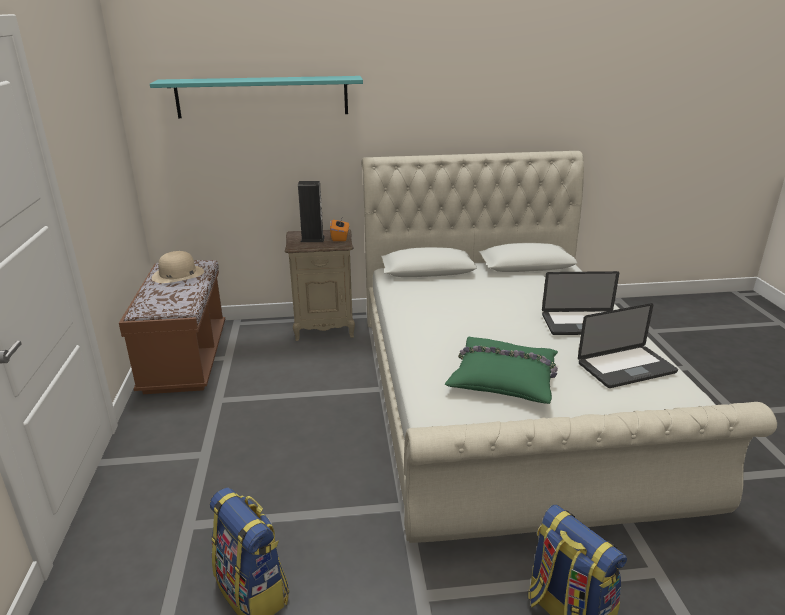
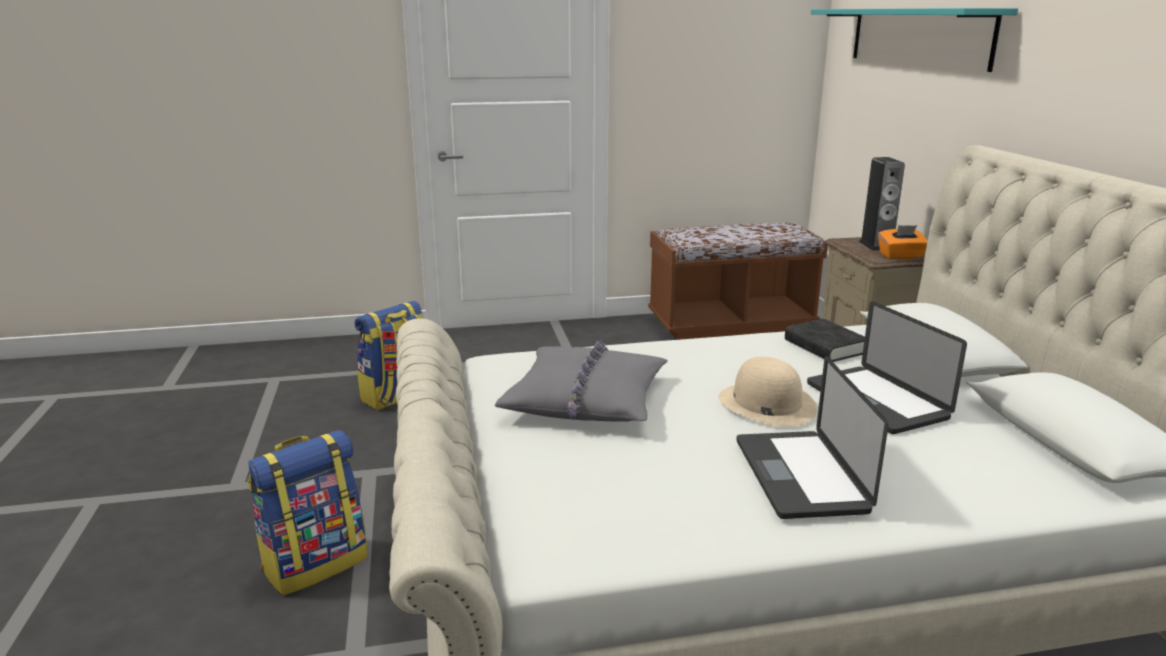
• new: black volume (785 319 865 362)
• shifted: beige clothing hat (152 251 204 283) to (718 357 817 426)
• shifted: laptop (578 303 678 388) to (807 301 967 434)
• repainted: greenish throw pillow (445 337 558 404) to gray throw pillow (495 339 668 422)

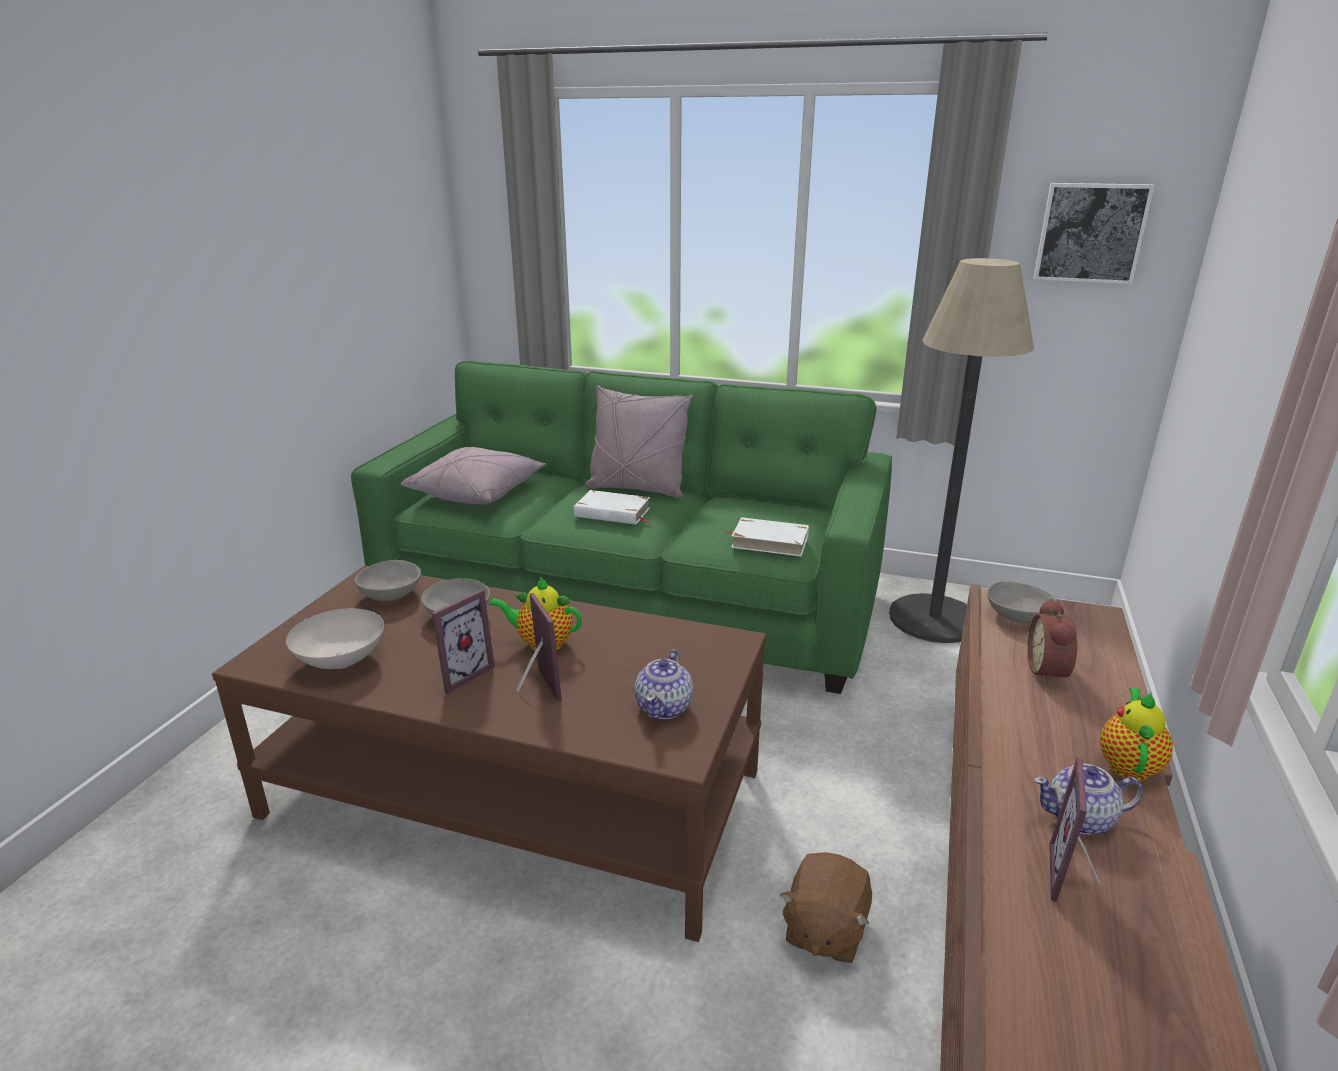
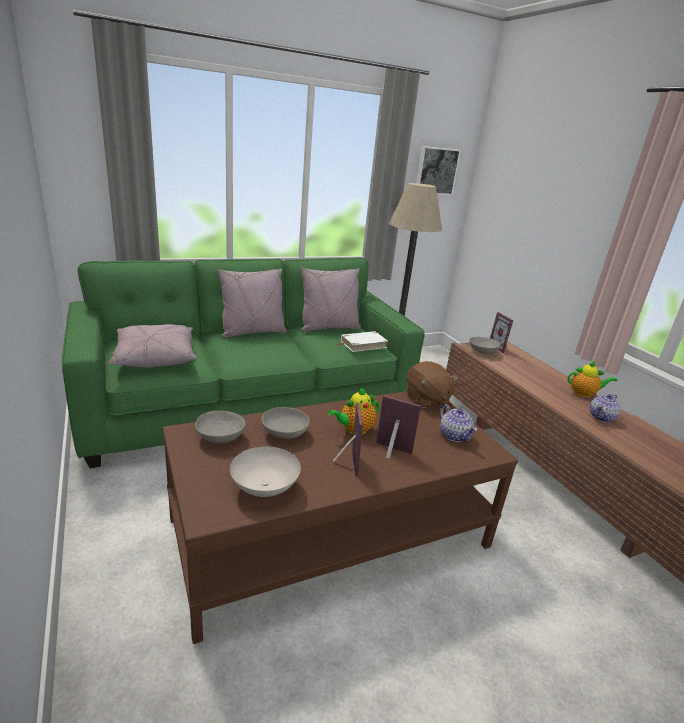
• gone: white-coloured volume (574 490 651 525)
• gone: table clock (1028 598 1077 685)
• new: purple-coloured throw pillow (300 267 361 333)
• shifted: brown-coloured soft toy (780 852 872 963) to (407 361 459 408)
• shifted: picture frame (1049 758 1100 902) to (490 312 513 353)
• rotated: pot for tea (1100 688 1173 781) = (567 361 617 398) 120 degrees clockwise

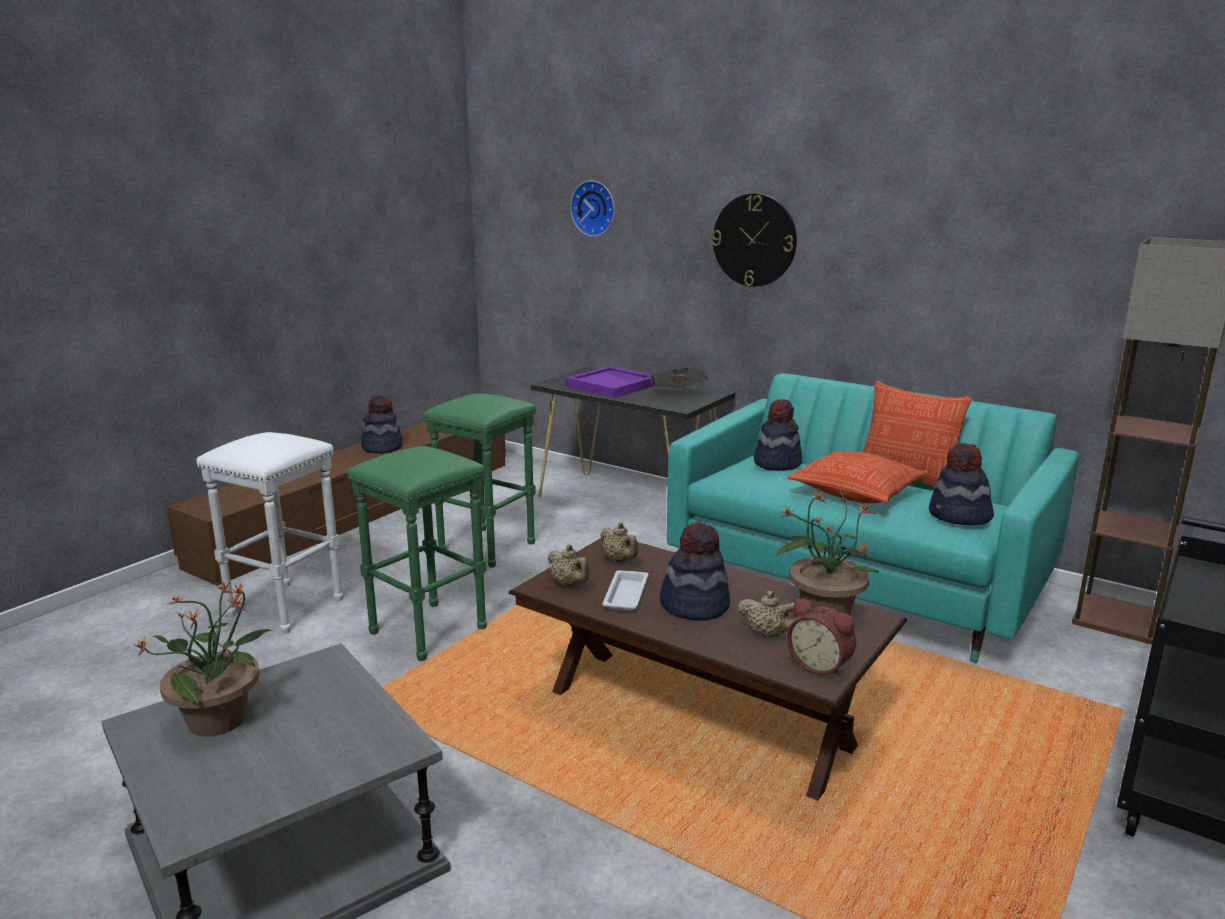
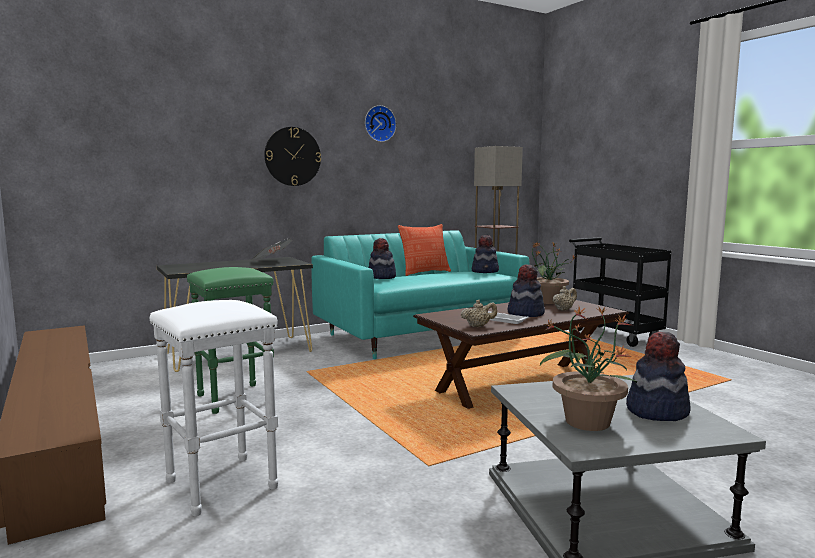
• gone: greenish sitting stool (347 446 487 661)
• gone: purple-coloured carrying tray (566 366 655 398)
• gone: beige pot for tea (601 522 638 562)
• gone: orange-coloured throw pillow (787 450 928 503)
• gone: table clock (787 598 856 678)
• shifted: clothing hat (361 395 403 454) to (626 332 691 421)
• shifted: clock on the wall (570 180 615 237) to (365 105 397 142)

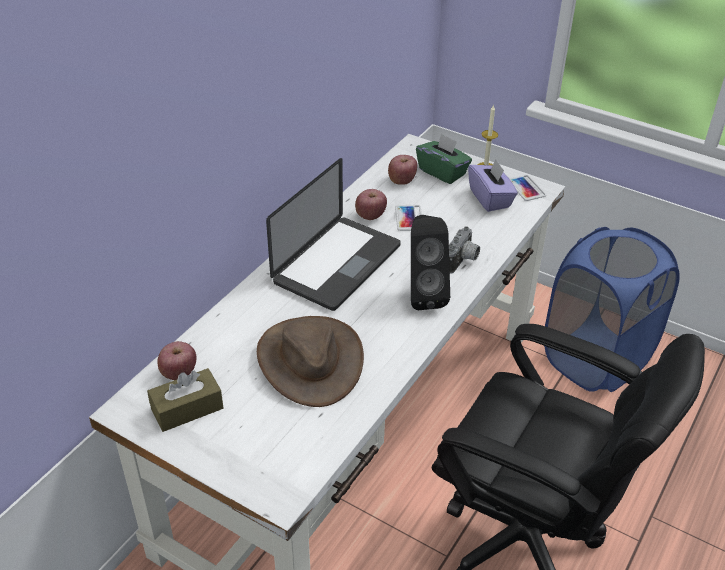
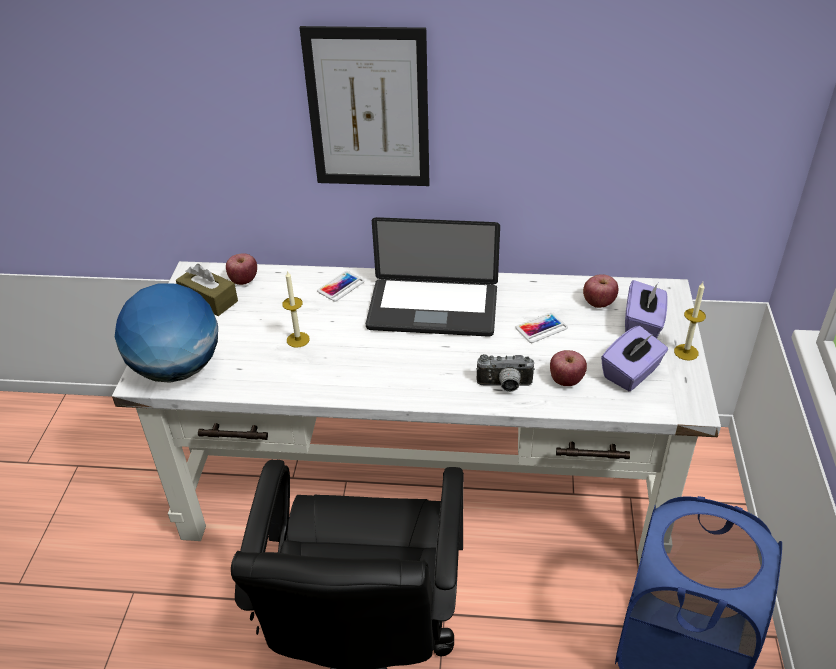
• gone: black loudspeaker (411 215 450 310)
• new: globe (115 283 218 383)
• new: wall art (299 26 430 186)
• shifted: apple fruit (355 189 387 220) to (550 350 587 386)
• shifted: telephone (509 175 547 201) to (317 271 365 301)
• swapped: brown-coloured clothing hat (257 316 364 407) to wax candle (282 270 310 348)
• repainted: greenish tissue box (416 133 472 184) to purple-coloured tissue box (625 280 668 338)

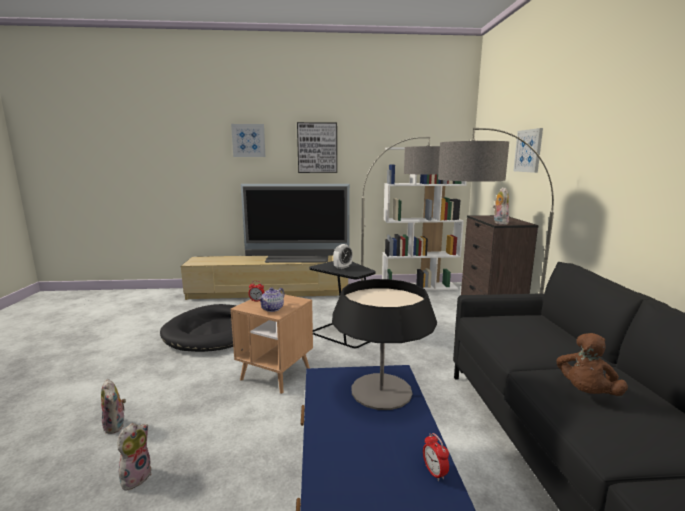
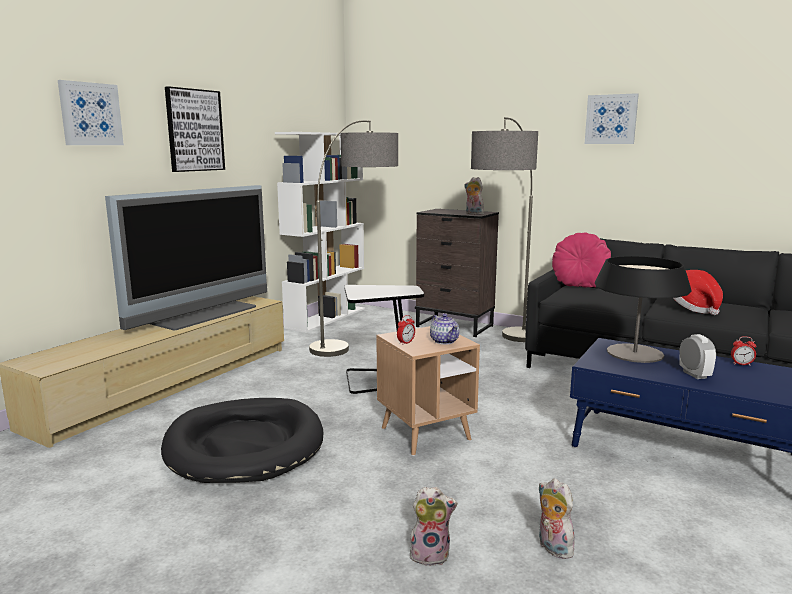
• new: pink throw pillow (552 233 611 288)
• shifted: table clock (333 244 353 269) to (679 334 716 379)
• shifted: wall art (514 128 543 173) to (585 93 639 144)
• swapped: brown-coloured soft toy (557 333 628 396) to clothing hat (673 270 723 315)

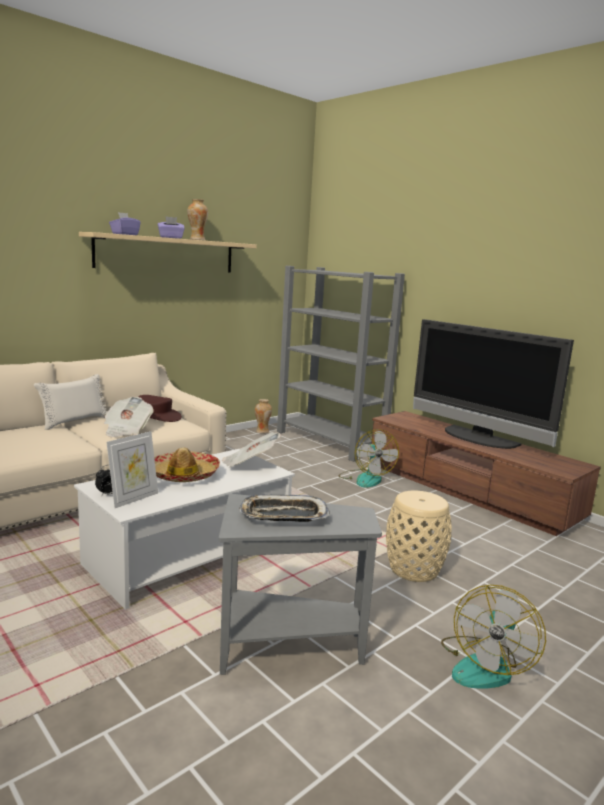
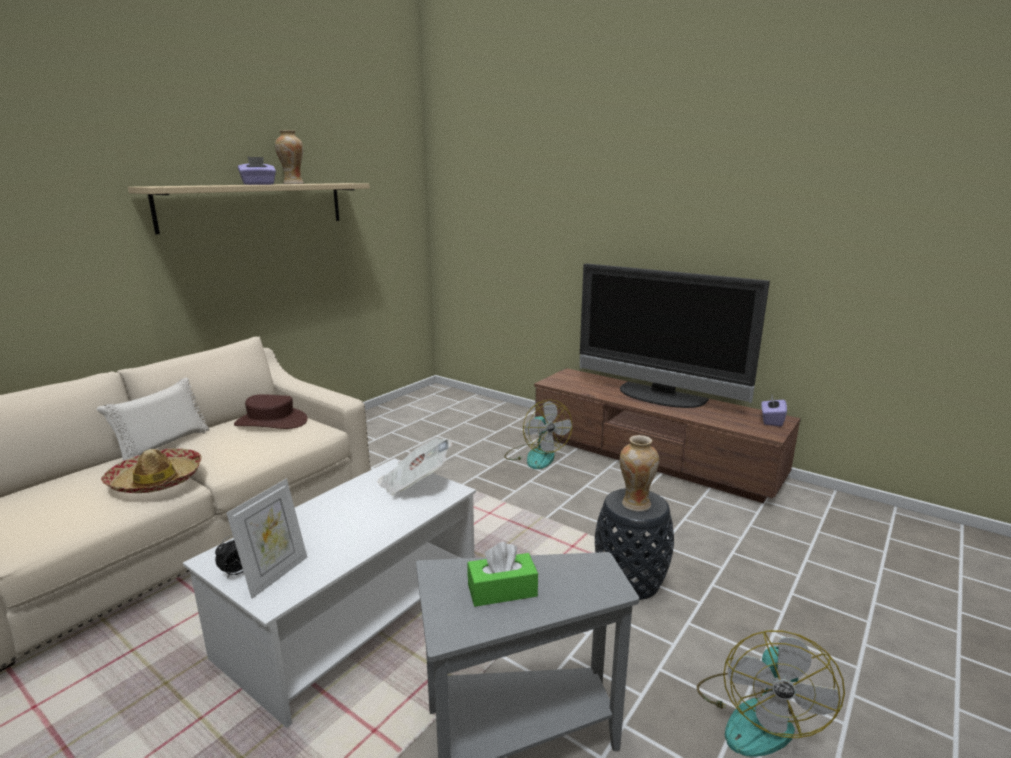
• gone: daily paper (104 397 154 437)
• gone: gray shelving unit (277 266 405 462)
• shifted: purple-coloured tissue box (109 212 141 235) to (761 395 787 427)
• shifted: clothing hat (154 447 220 482) to (101 448 202 493)
• shifted: vase (255 399 272 434) to (620 435 659 511)
• swapped: carrying tray (239 495 330 522) to greenish tissue box (467 542 538 607)
• repainted: beige sitting stool (386 490 452 582) to black sitting stool (595 488 674 600)

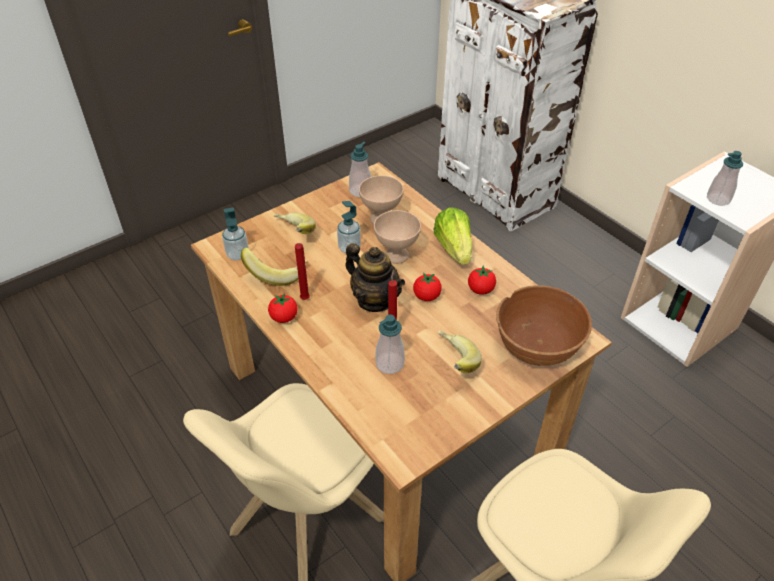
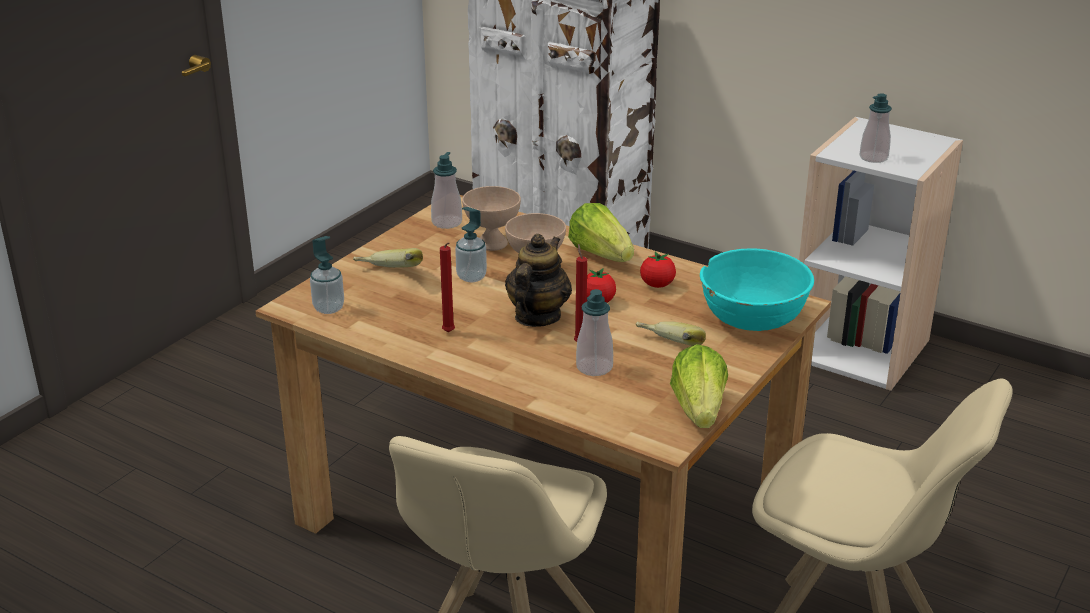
• gone: whole banana (241 247 308 286)
• gone: tomato (268 293 298 323)
• new: lettuce head (670 344 728 428)
• repainted: brown-coloured bowl (496 285 592 366) to turquoise-coloured bowl (700 249 814 331)
• rotated: pot for tea (346 243 405 312) = (505 234 572 327) 90 degrees counterclockwise

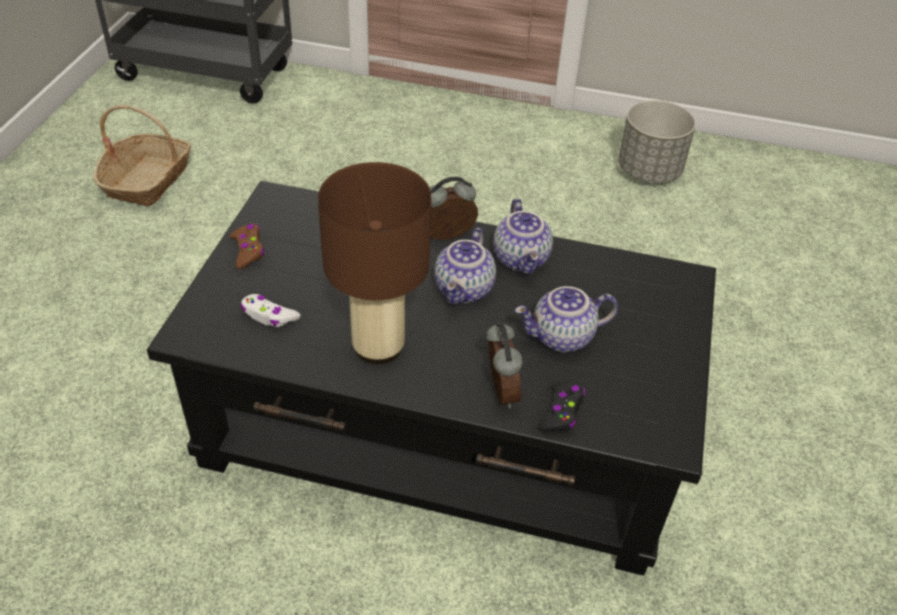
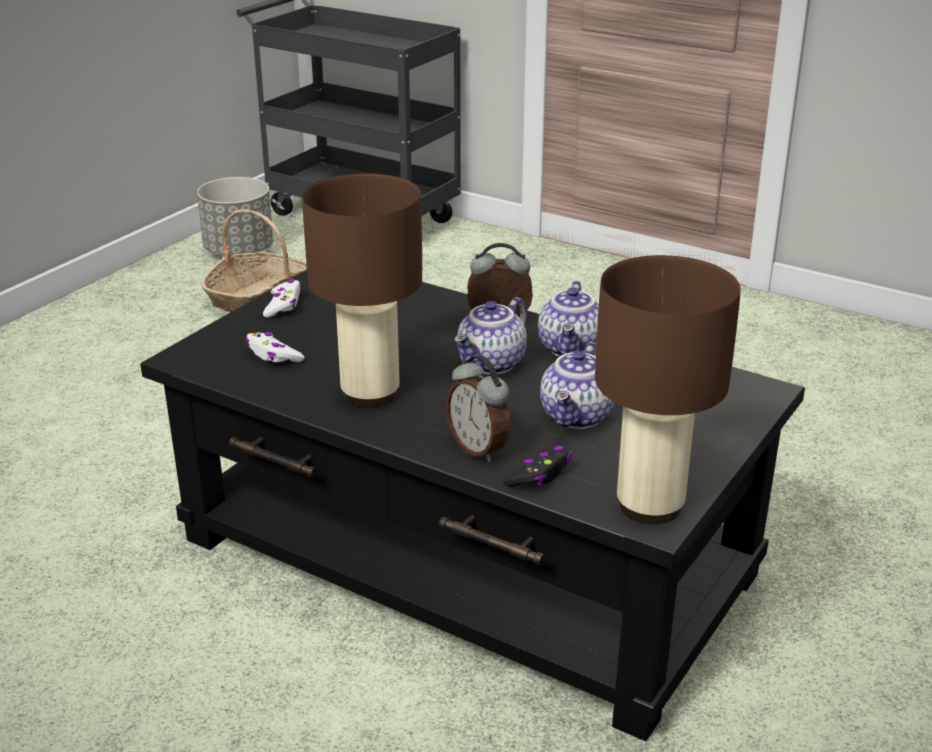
• new: brown-coloured table lamp (595 255 741 524)
• shifted: gray flower pot (618 100 696 183) to (197 177 273 256)
• repainted: brown-coloured game controller (230 224 264 269) to white-coloured game controller (263 279 301 317)
• rotated: table clock (486 322 523 409) = (446 355 510 462) 135 degrees clockwise
• rotated: pot for tea (515 286 618 353) = (540 342 615 429) 75 degrees counterclockwise

